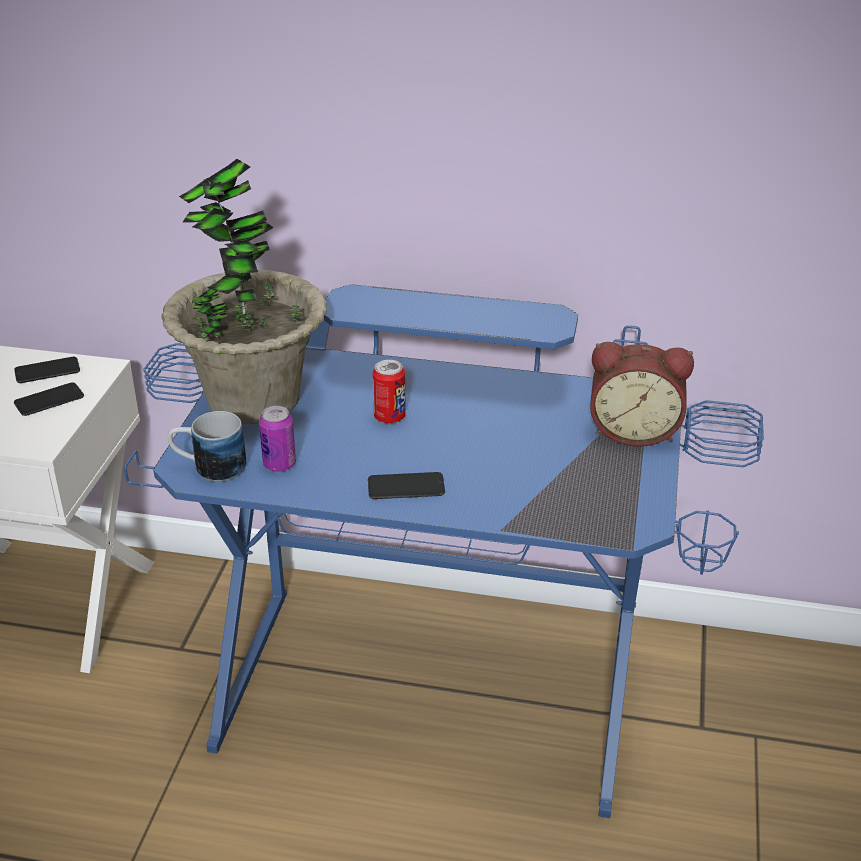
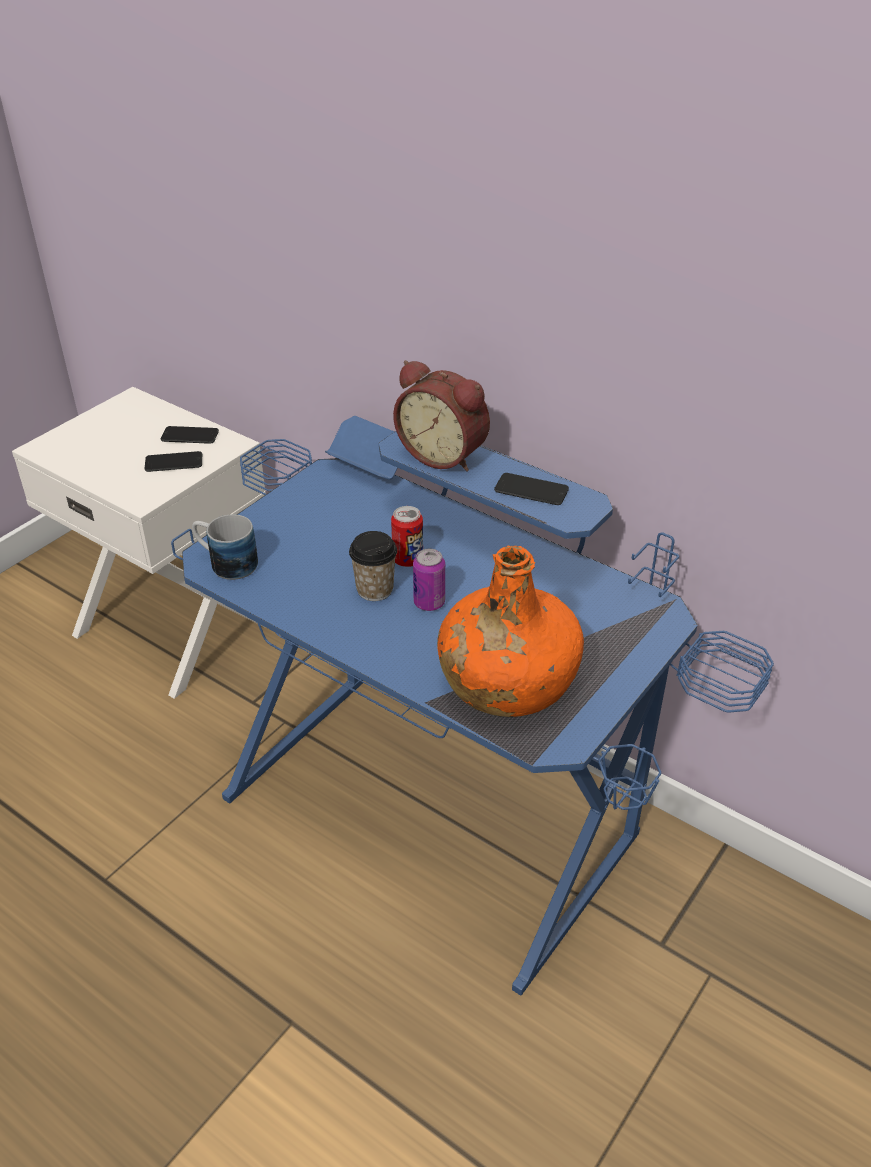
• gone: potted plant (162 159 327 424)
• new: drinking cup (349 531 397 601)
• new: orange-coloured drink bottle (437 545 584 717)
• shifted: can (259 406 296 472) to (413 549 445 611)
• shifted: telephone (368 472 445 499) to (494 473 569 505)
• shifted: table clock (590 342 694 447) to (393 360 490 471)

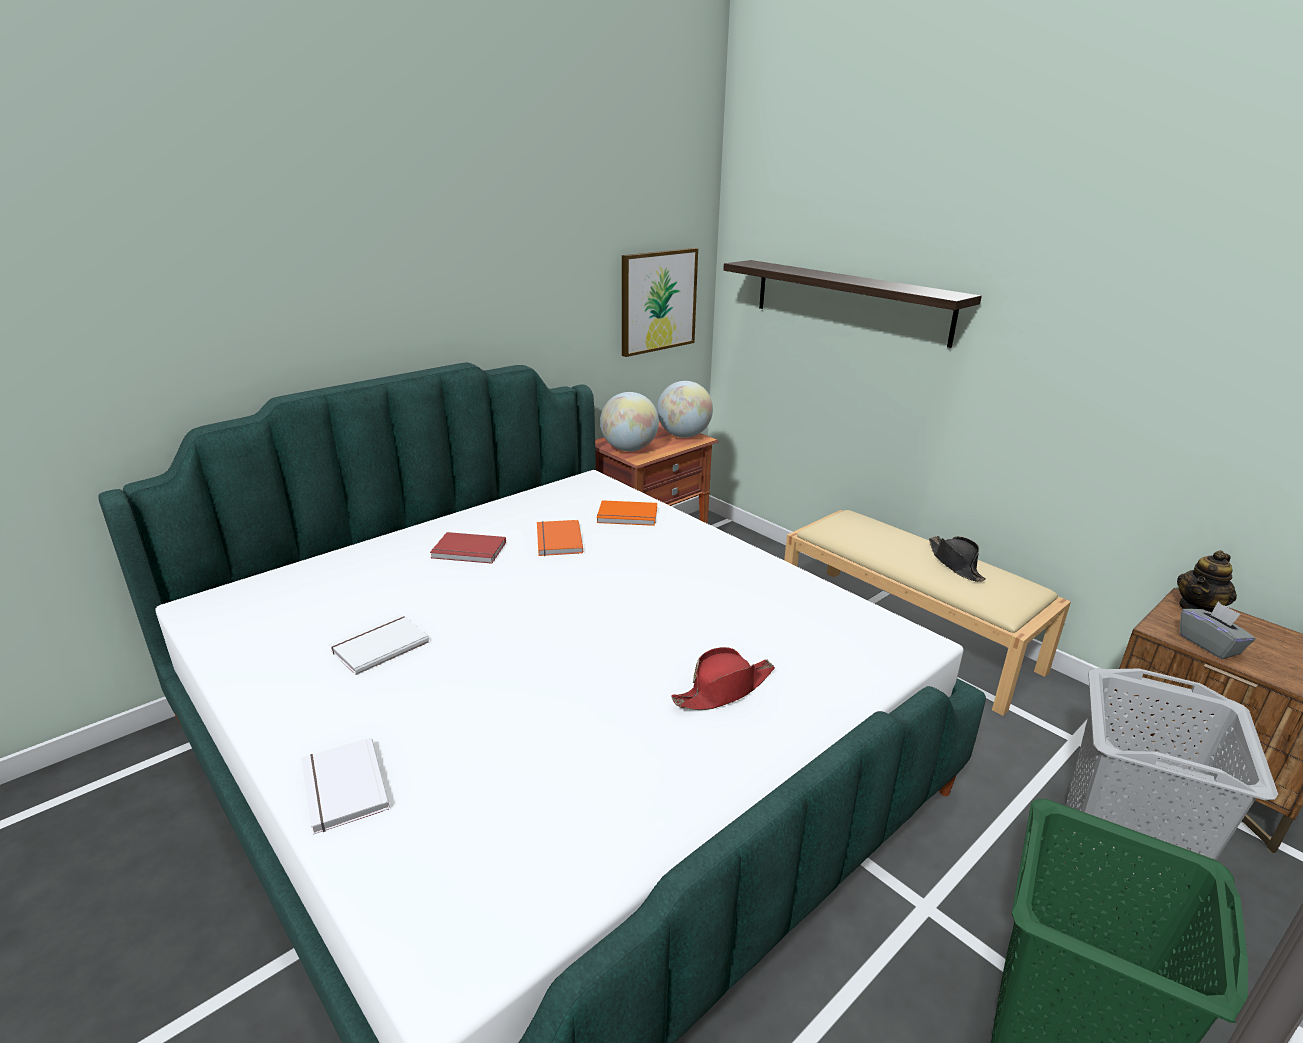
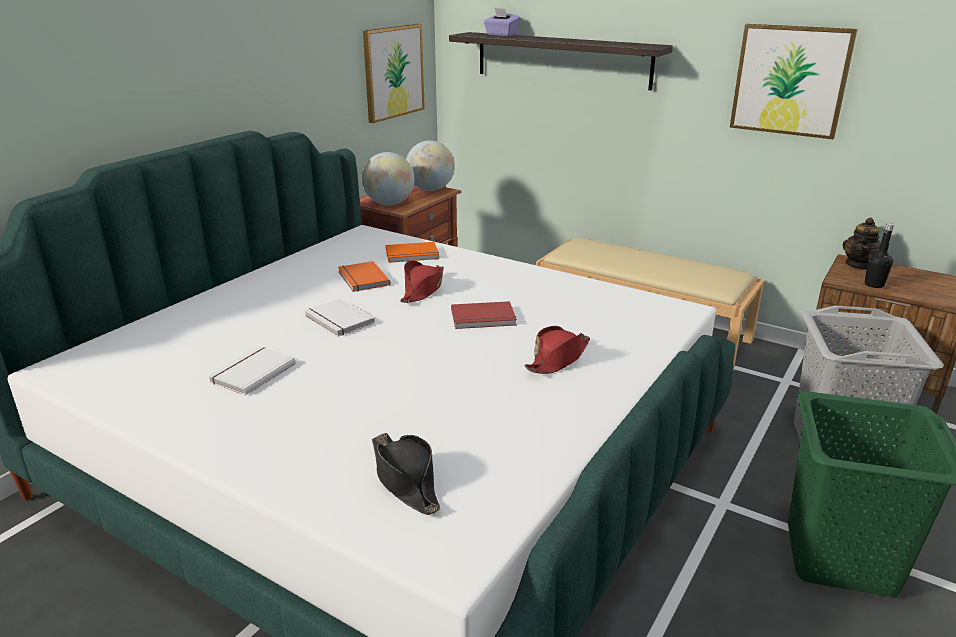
• new: reddish clothing hat (400 261 444 303)
• new: purple-coloured tissue box (484 8 521 36)
• new: wall art (730 24 858 139)
• shifted: white-coloured volume (301 738 390 835) to (304 299 375 337)
• shifted: reddish volume (430 532 506 564) to (451 301 517 329)
• shifted: black clothing hat (929 536 986 582) to (372 433 440 515)
• swapped: gray tissue box (1180 602 1256 659) to black drink bottle (865 223 894 288)

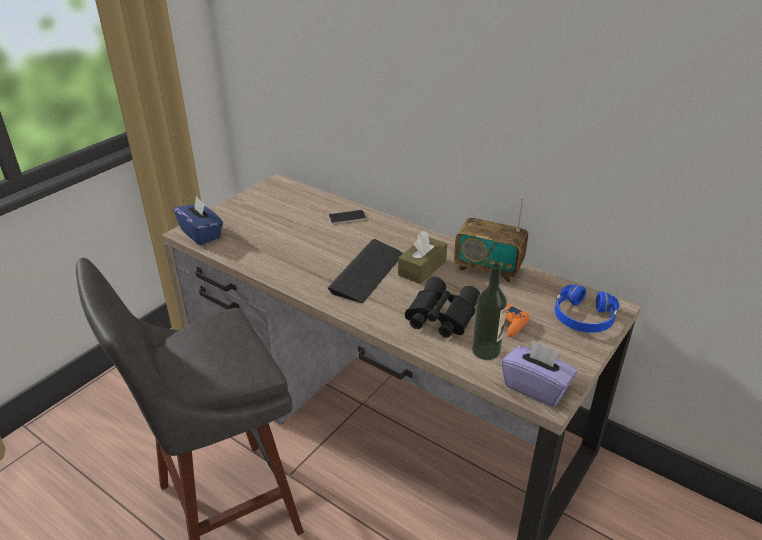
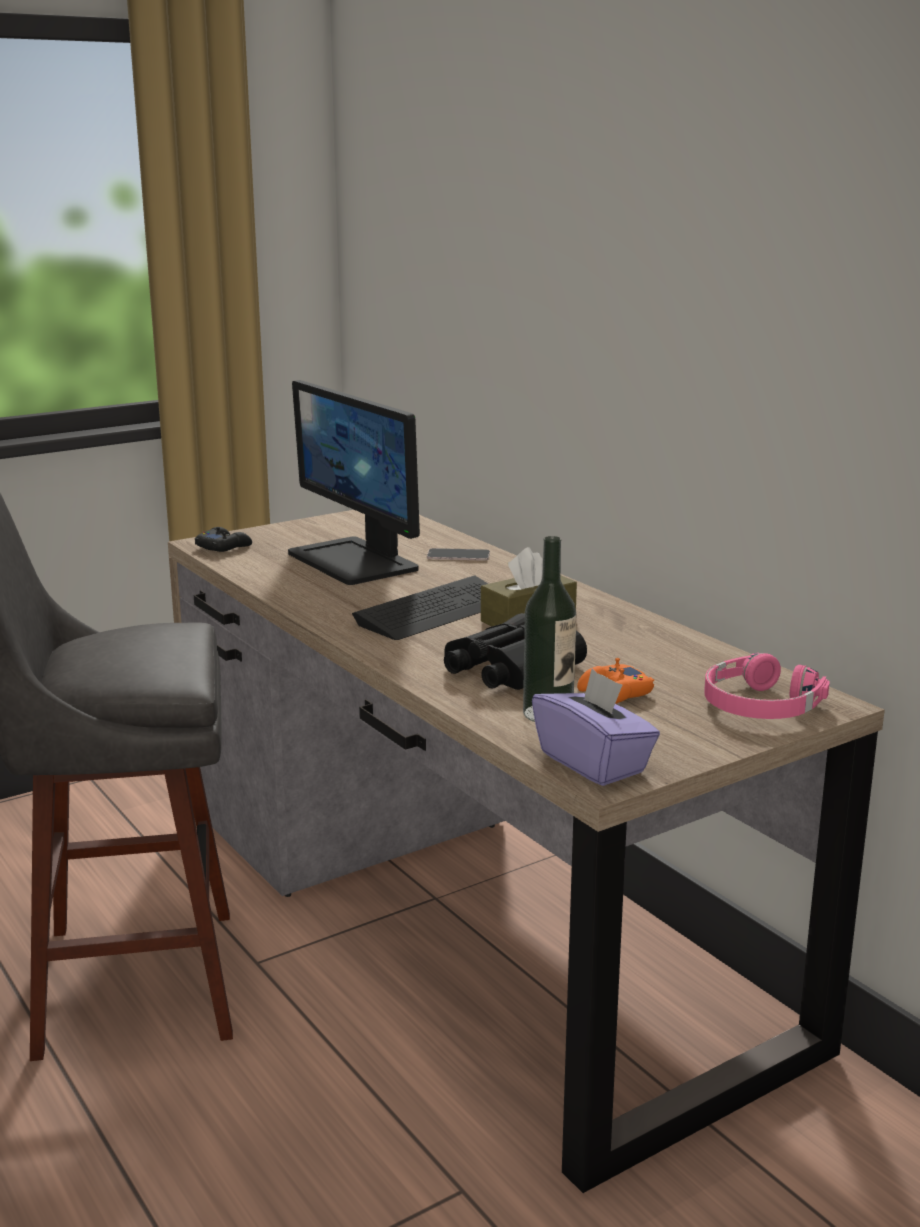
• gone: radio (454 197 528 283)
• new: computer display (288 380 420 585)
• swapped: blue tissue box (173 196 223 245) to black game controller (195 527 252 552)
• repainted: blue headset (555 284 619 333) to pink headset (704 653 830 719)

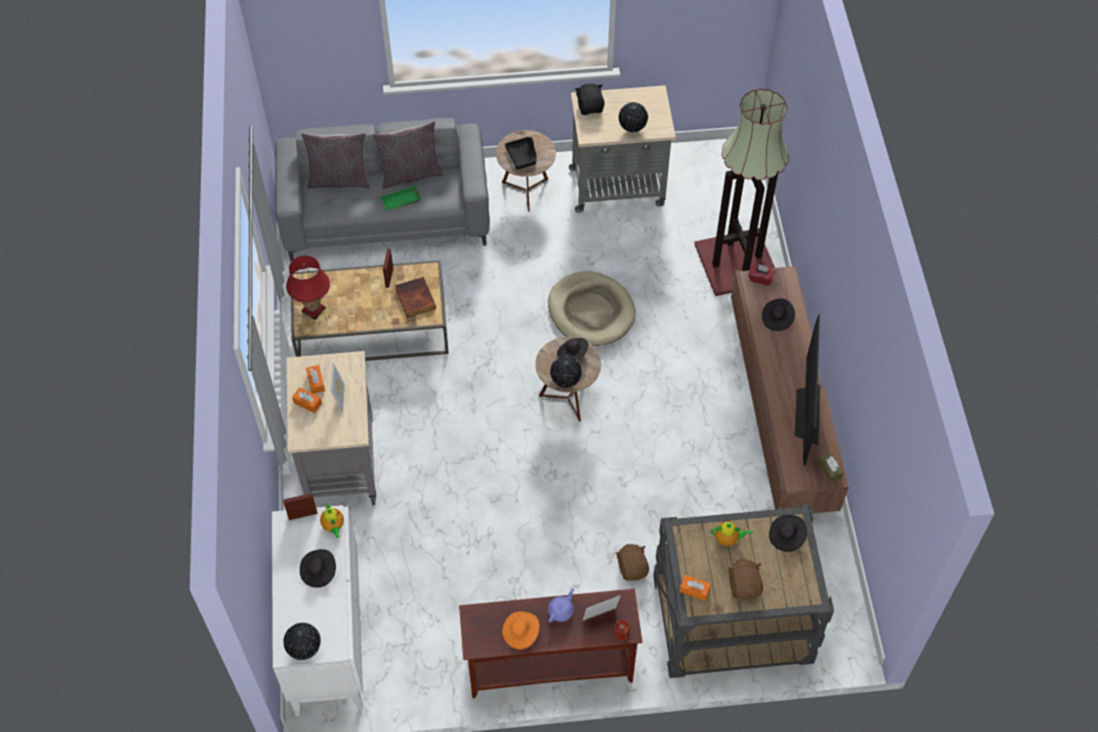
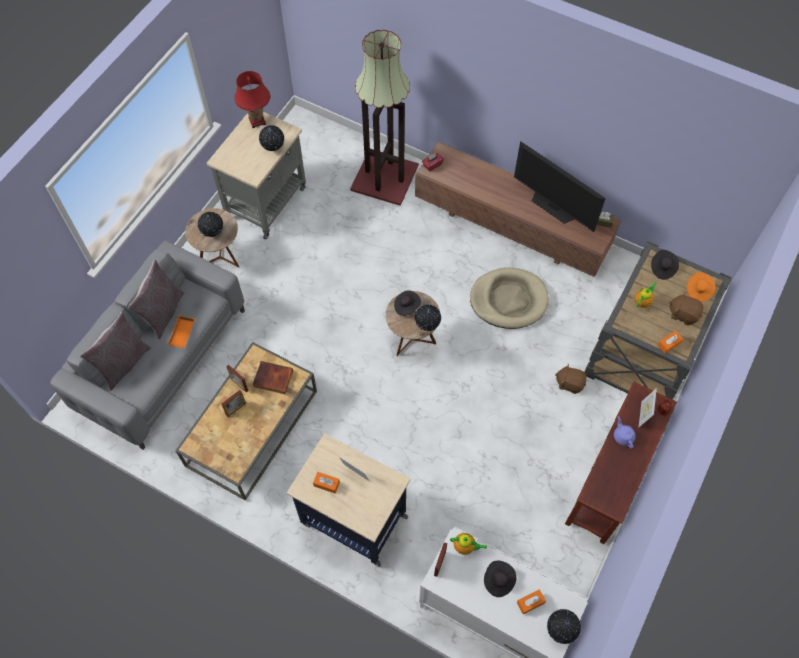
• gone: black soft toy (575 83 605 115)
• gone: black clothing hat (762 299 795 331)
• new: picture frame (222 390 246 417)
• shifted: reddish table lamp (286 255 330 320) to (234 71 270 128)
• shifted: orange-coloured tissue box (292 387 322 413) to (517 589 546 614)
• shifted: orange-coloured clothing hat (502 611 539 649) to (687 272 716 302)
• shifted: beige dog cushion (548 271 636 346) to (470 268 549 329)
• swapped: black carrying tray (505 137 537 170) to globe (198 212 223 237)
• repainted: gray trolley (287 351 376 505) to blue trolley (287 433 410 567)
• repainted: greenish carrying tray (380 185 421 211) to orange-coloured carrying tray (167 315 195 348)

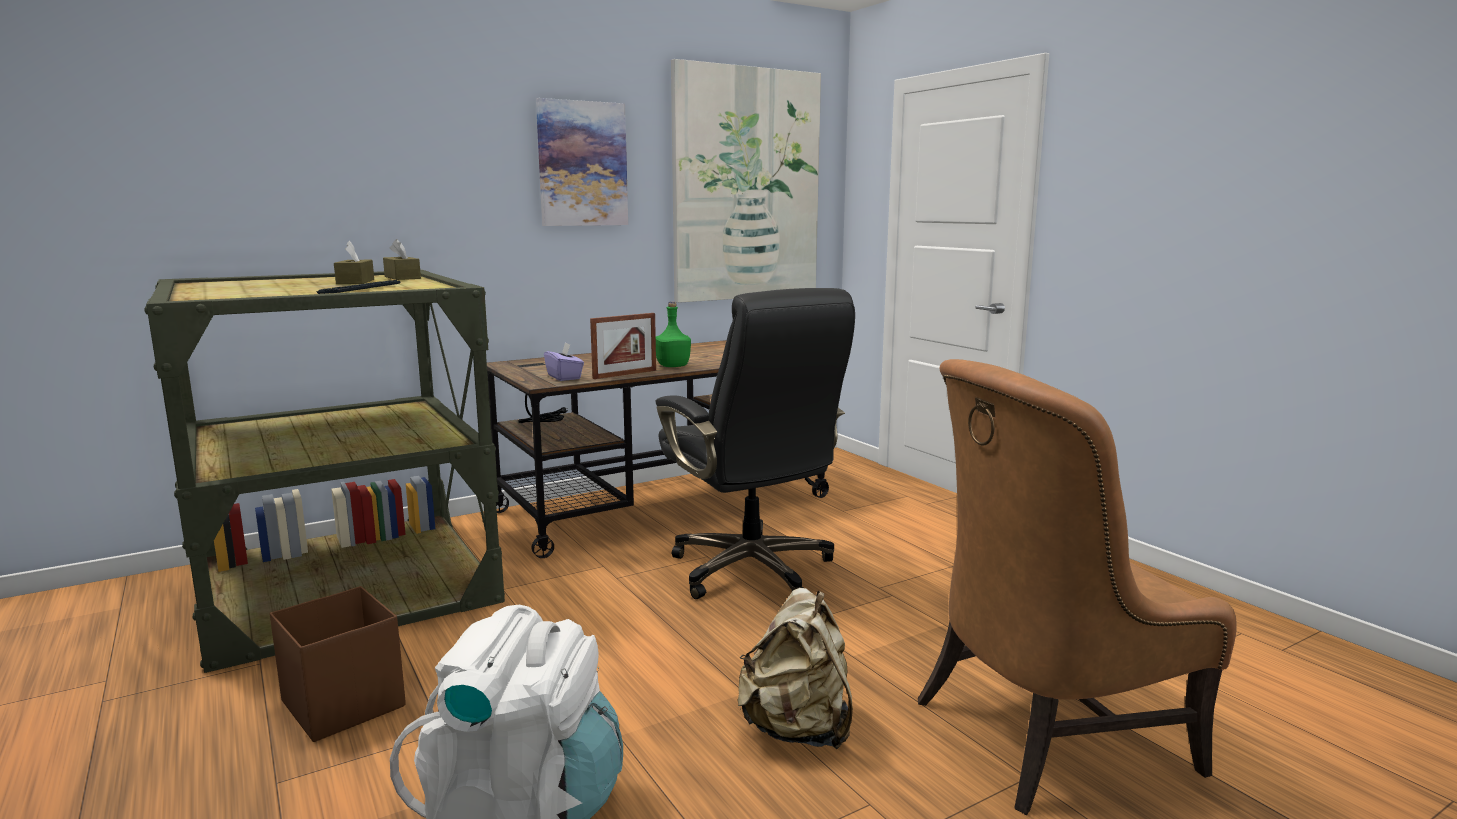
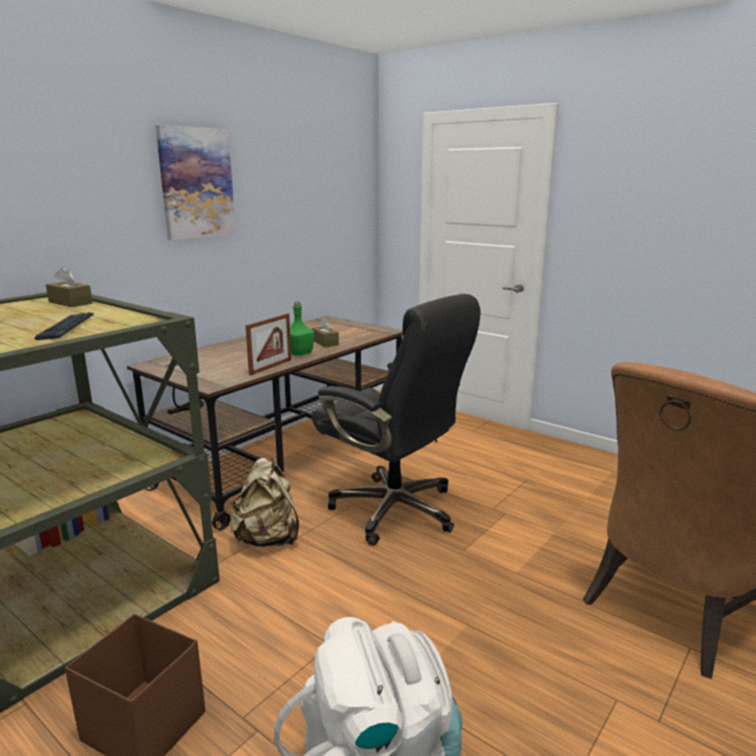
• gone: purple-coloured tissue box (544 342 584 381)
• gone: wall art (671 59 821 303)
• shifted: brown-coloured tissue box (334 241 374 284) to (312 318 339 347)
• shifted: beige knapsack (738 588 853 750) to (230 458 299 547)

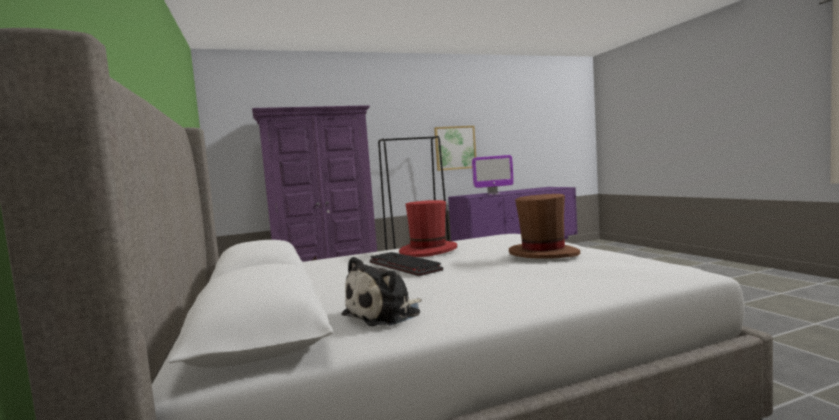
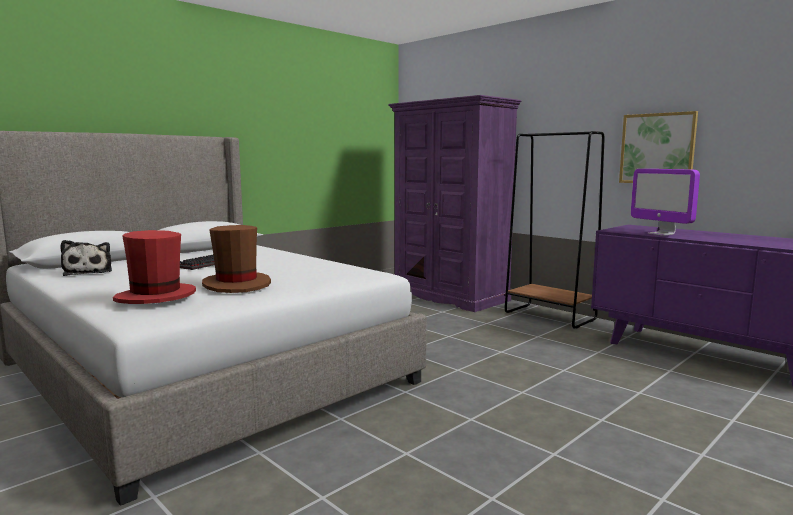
• shifted: reddish clothing hat (399 200 457 257) to (113 230 196 304)
• rotated: soft toy (341 257 422 326) = (60 240 112 276) 135 degrees counterclockwise

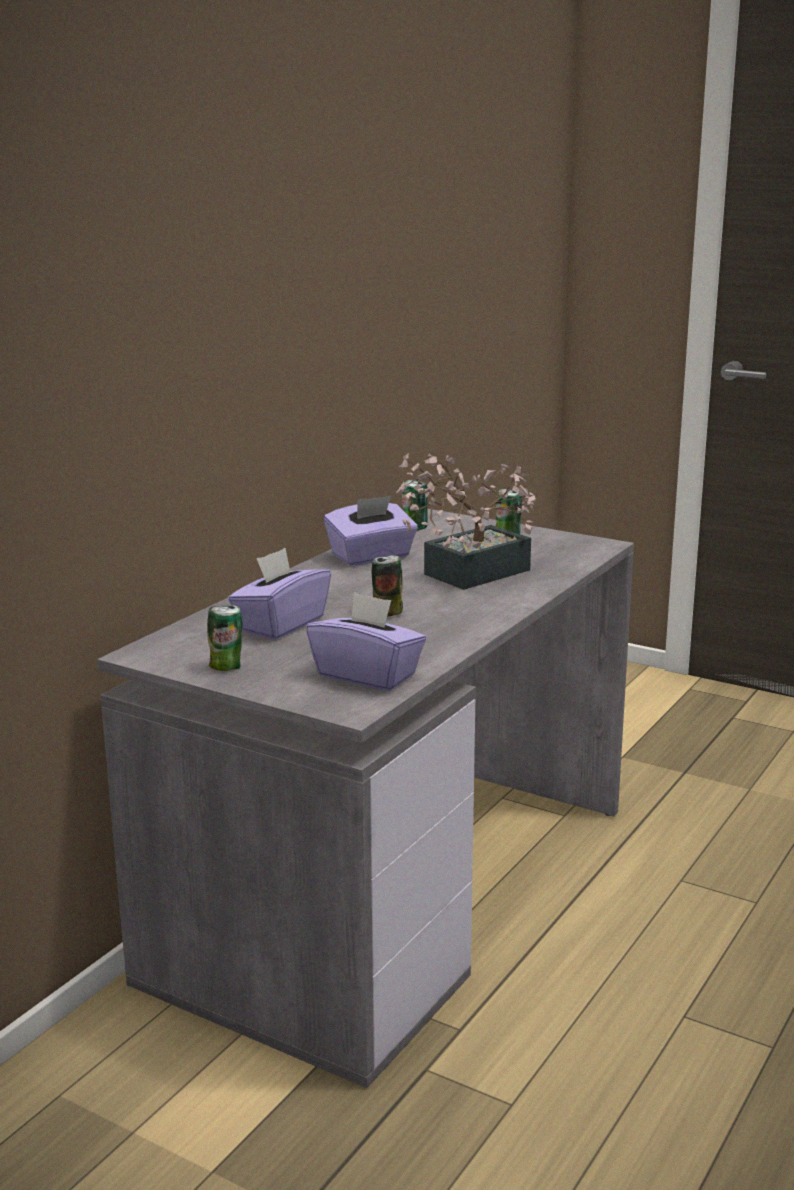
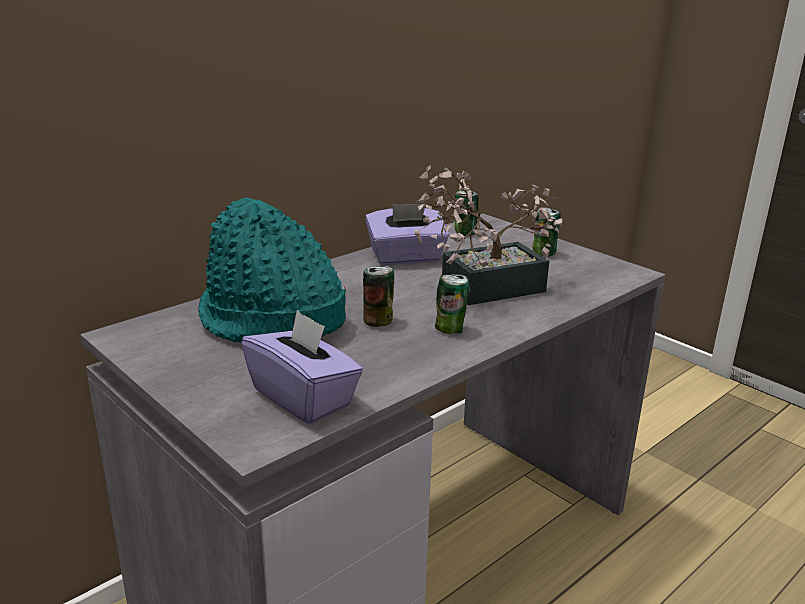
• shifted: can (207 605 243 671) to (435 274 470 334)
• swapped: purple-coloured tissue box (228 548 331 640) to turquoise-coloured clothing hat (198 197 346 343)

